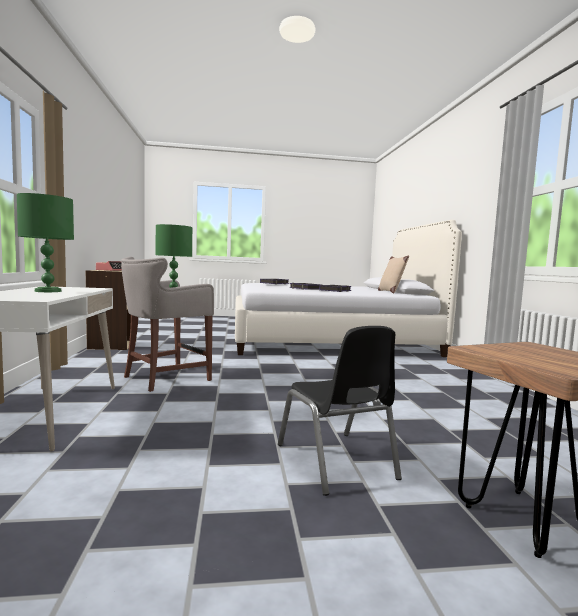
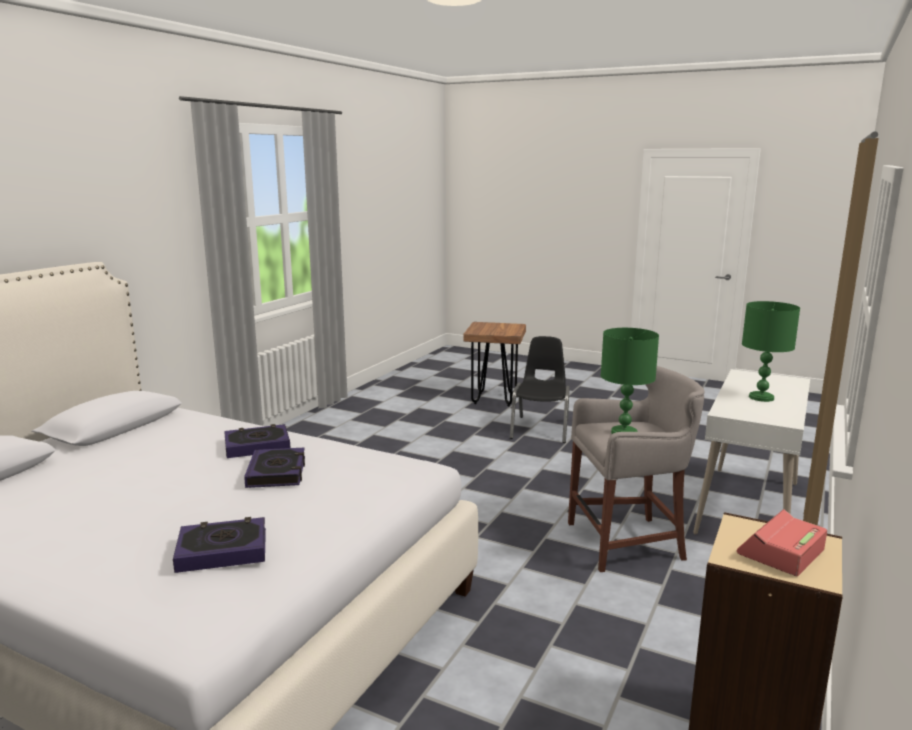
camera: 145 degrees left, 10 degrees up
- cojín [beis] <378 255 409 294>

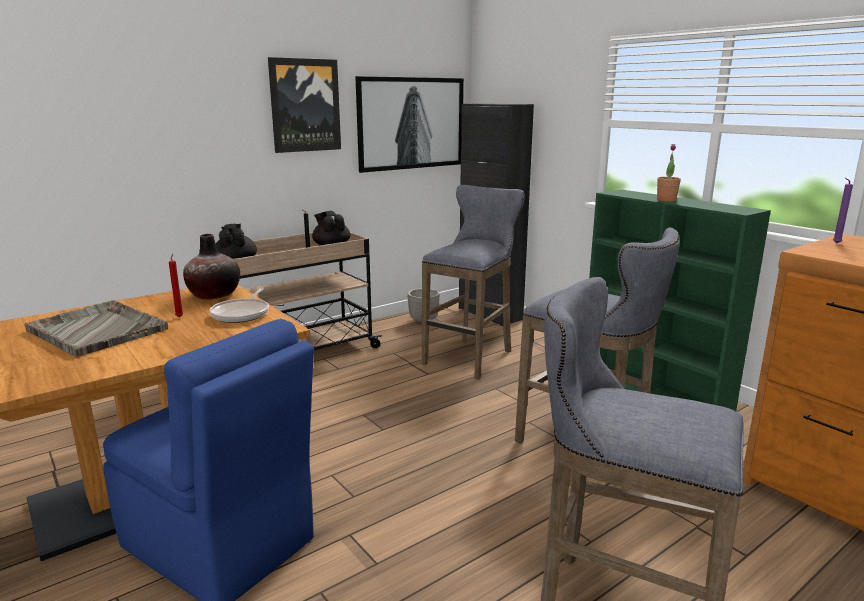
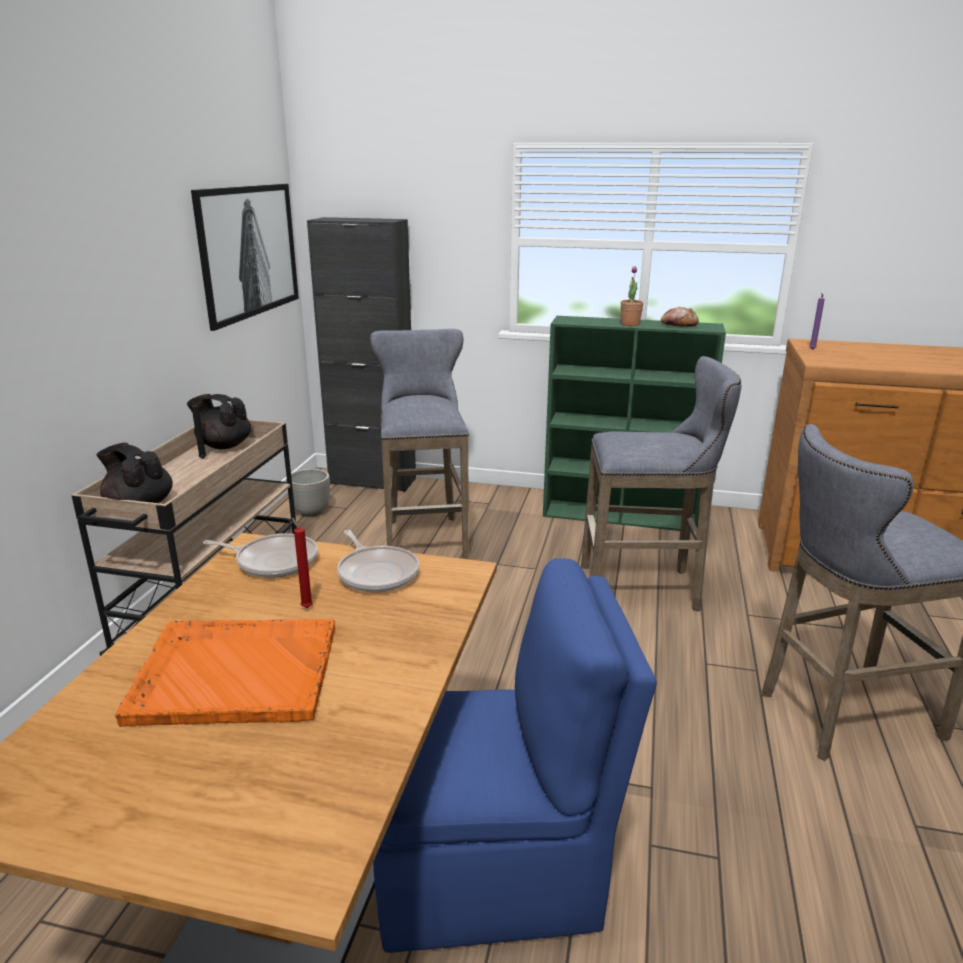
camera: 40 degrees left, 5 degrees up
~ bandeja [gris] <24 300 168 357> to bandeja [naranja] <115 619 335 727>
~ florero <183 234 240 299> to sartén <203 533 318 578>
- cuadro <268 57 341 153>
+ pan <661 307 699 326>

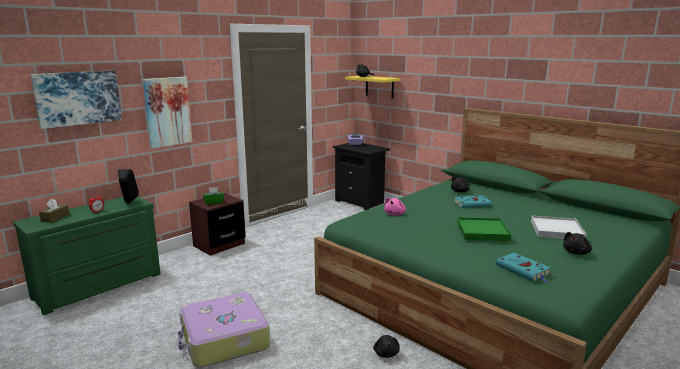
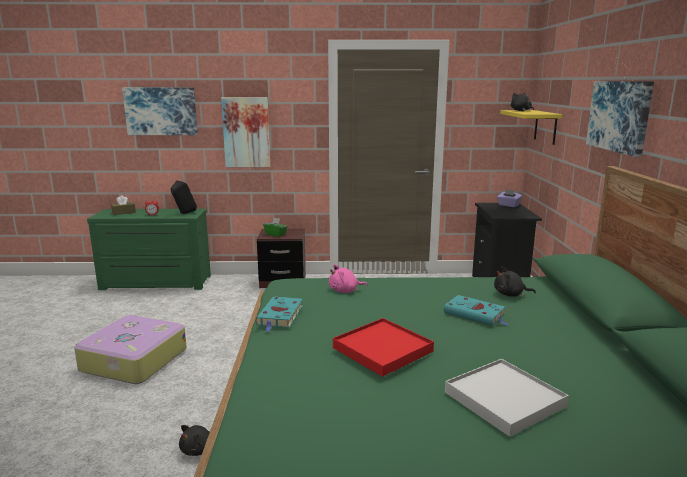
camera: 45 degrees right, 0 degrees up
~ bandeja [verde] <457 217 511 241> to bandeja [rojo] <333 318 434 377>
~ libro [turquesa] <496 253 551 283> to <255 296 303 332>
- peluche [negro] <563 232 592 255>
+ cuadro <586 81 654 157>

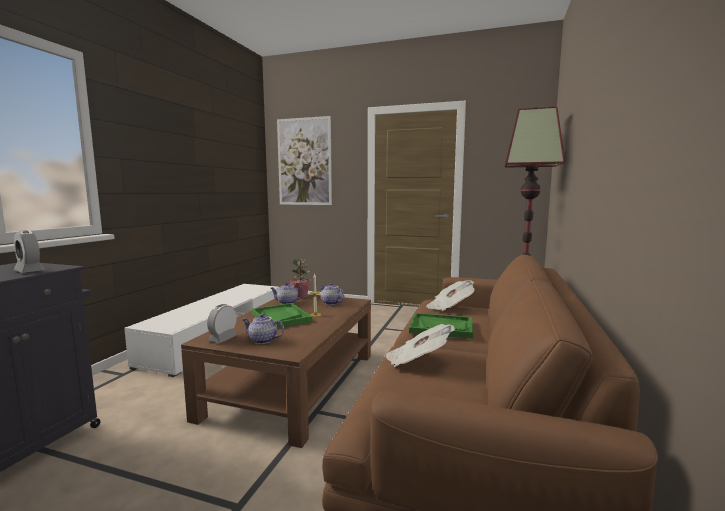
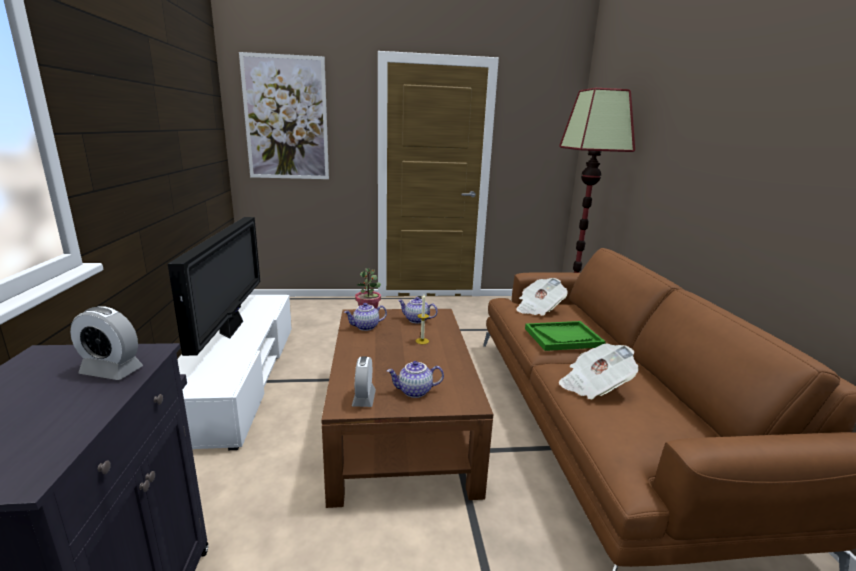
camera: 25 degrees left, 10 degrees up
- bandeja [verde] <252 303 312 328>
+ televisor <168 217 260 356>

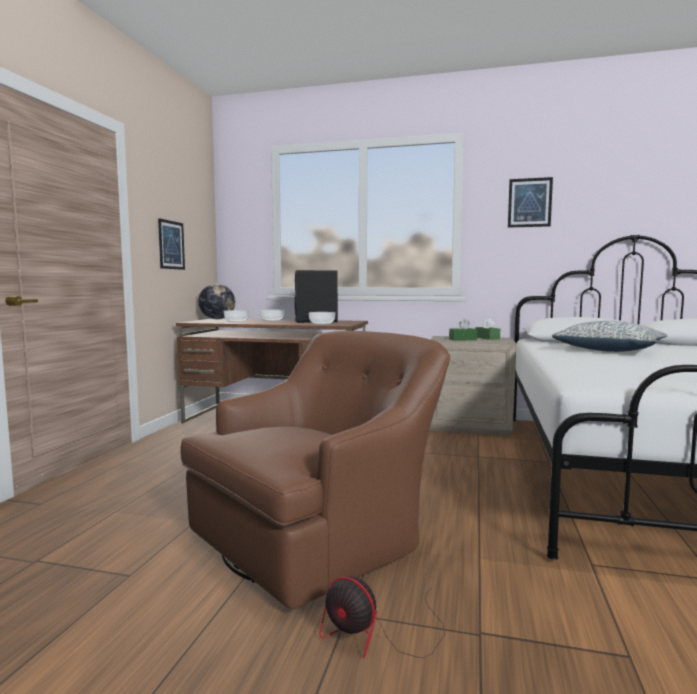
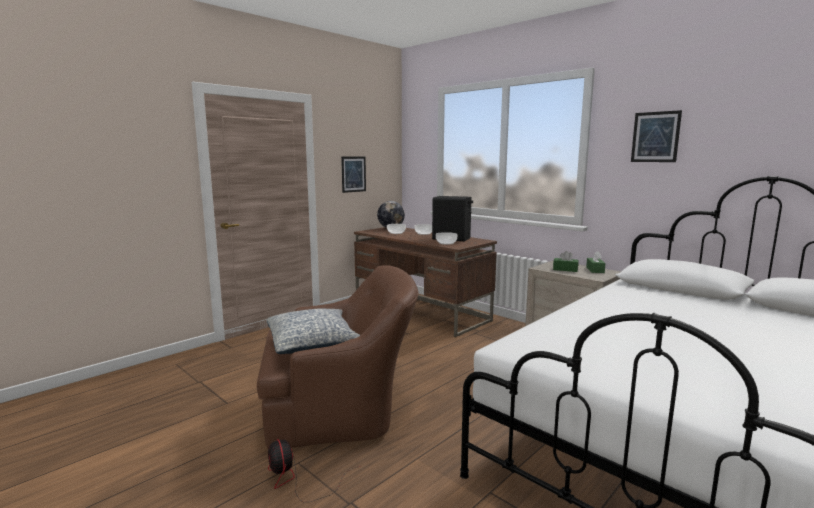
camera: 30 degrees right, 5 degrees up
~ cojín <552 321 668 352> to <267 308 360 354>

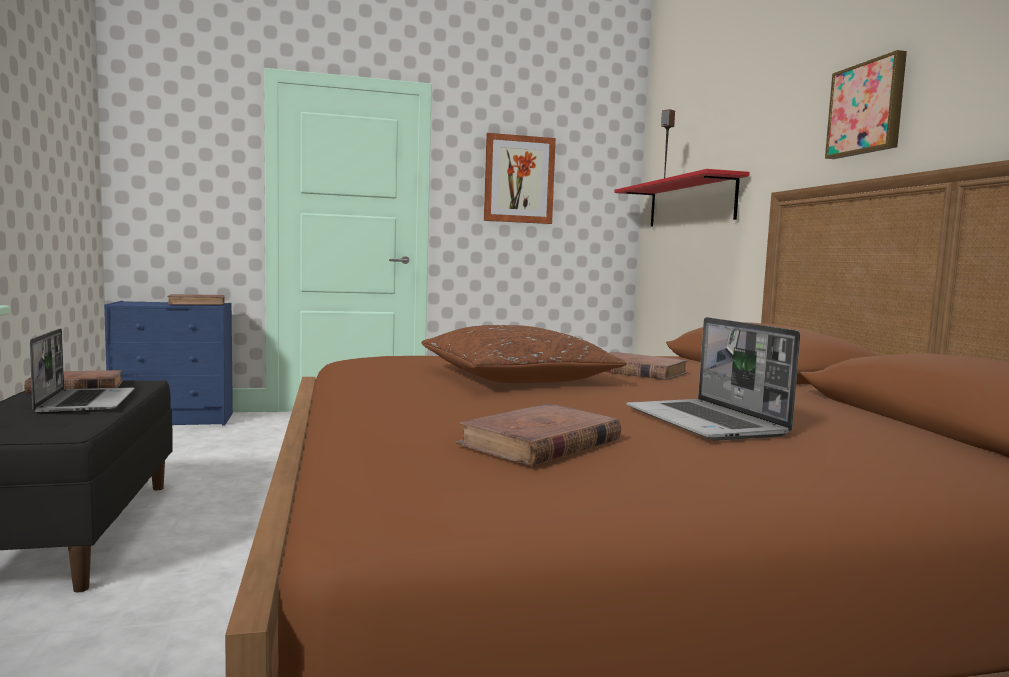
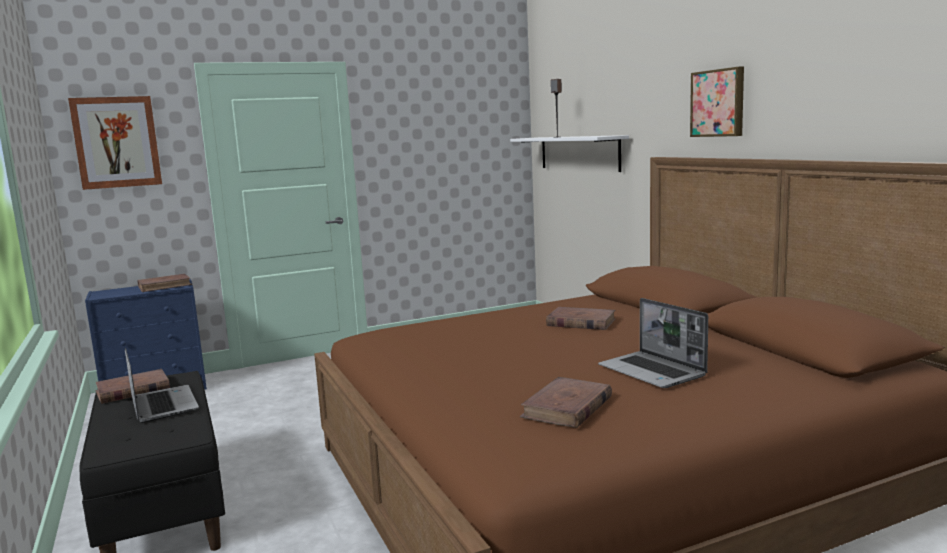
camera: 10 degrees left, 5 degrees up
- cojín [marrón] <421 325 627 383>
~ cuadro <484 133 556 224> to <68 96 162 190>
~ estante [rojo] <614 169 750 227> to estante [blanco] <510 135 629 172>

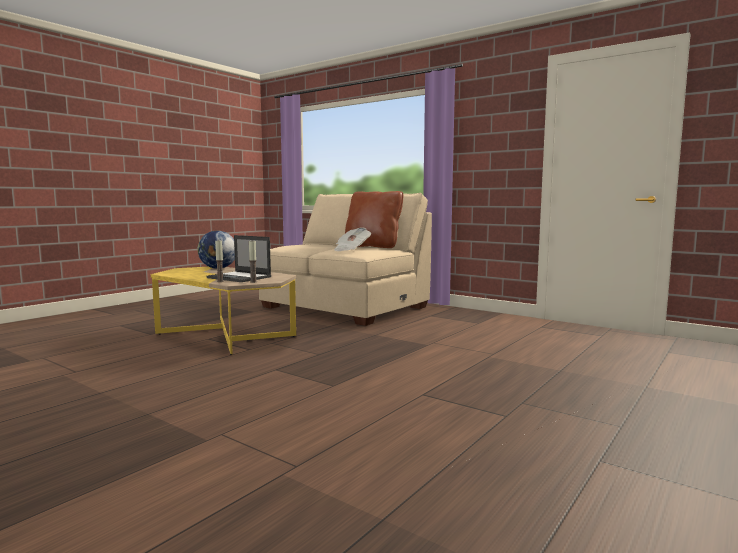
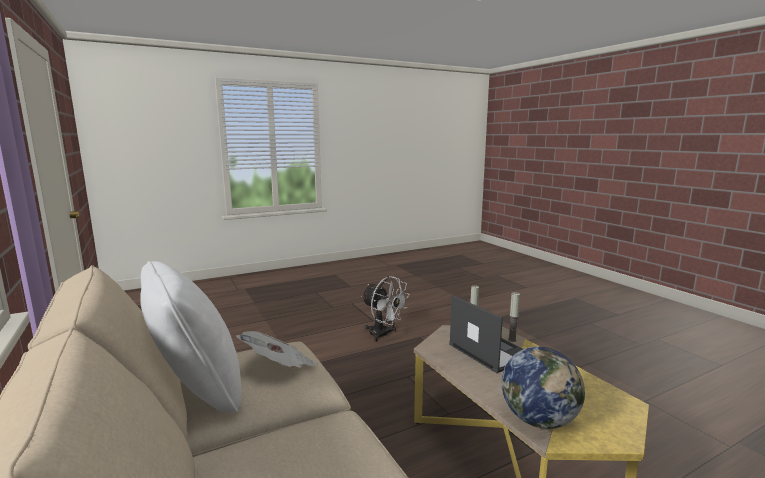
camera: 155 degrees left, 5 degrees up
~ cojín [marrón] <345 191 404 248> to cojín [blanco] <140 261 242 413>
+ ventilador [blanco] <361 276 410 342>

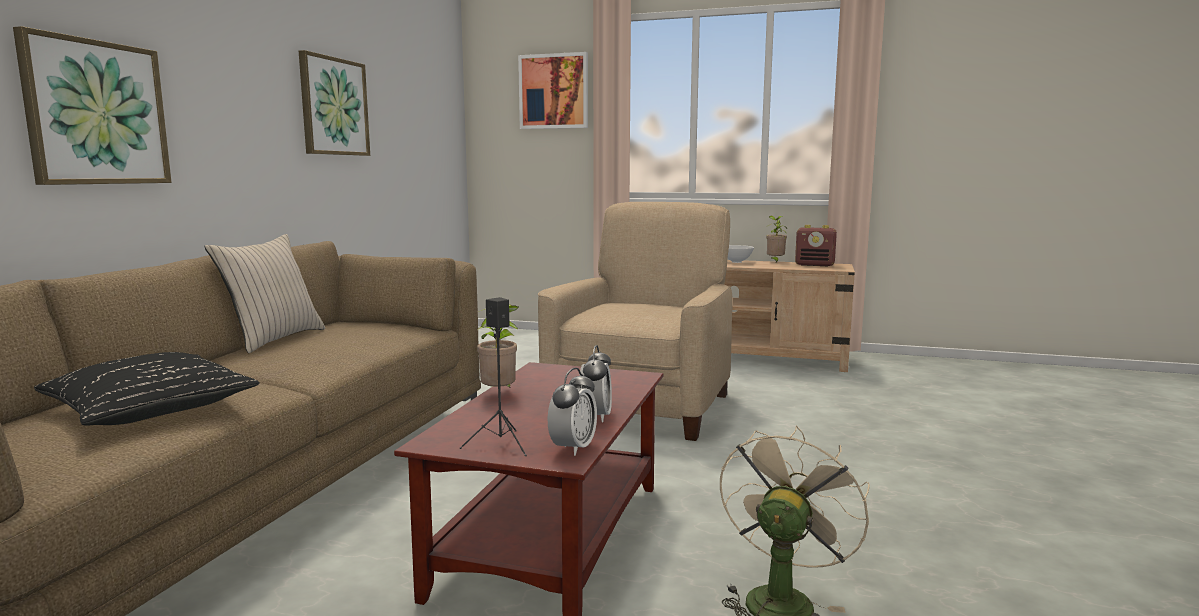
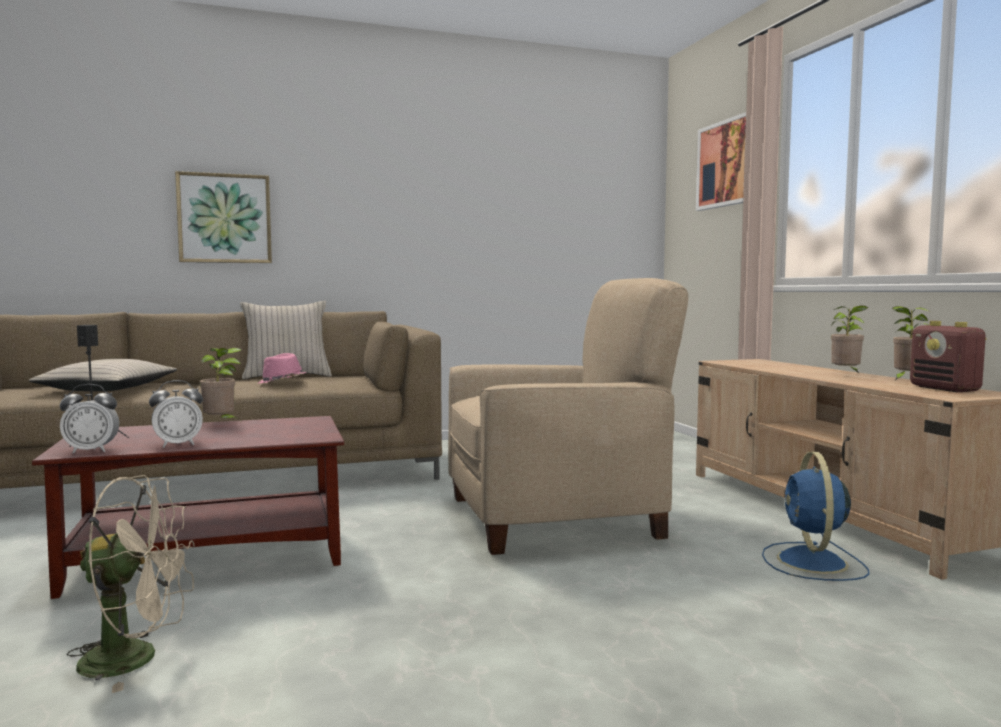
camera: 55 degrees right, 5 degrees down
~ cojín [negro] <34 352 260 426> to cojín [beis] <29 359 177 391>
- cuadro <299 50 370 156>
~ cuenco [blanco] <727 245 754 263> to planta en maceta <831 306 868 373>
+ sombrero [rosa] <258 353 307 383>
+ ventilador [azul] <762 452 869 581>

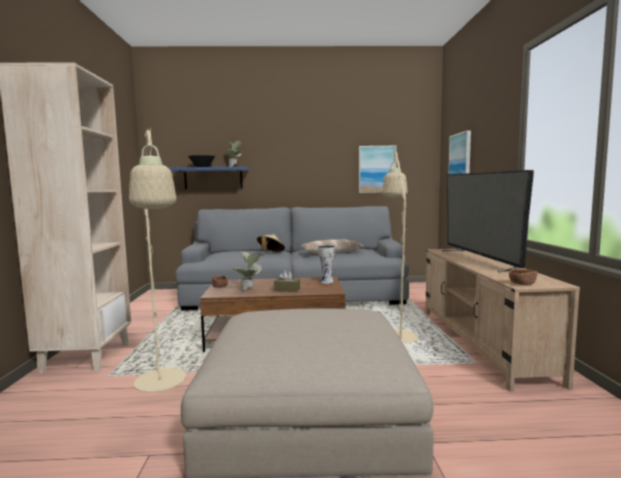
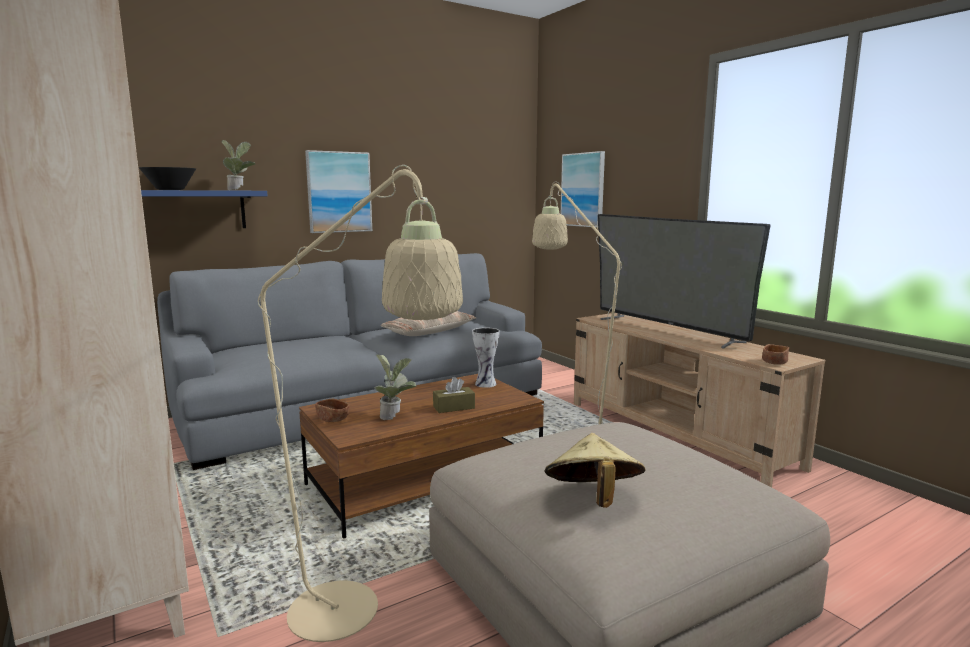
camera: 30 degrees left, 5 degrees up
~ sombrero [beis] <257 234 285 252> to <545 433 646 508>
~ cuadro <359 146 397 193> to <305 150 372 233>

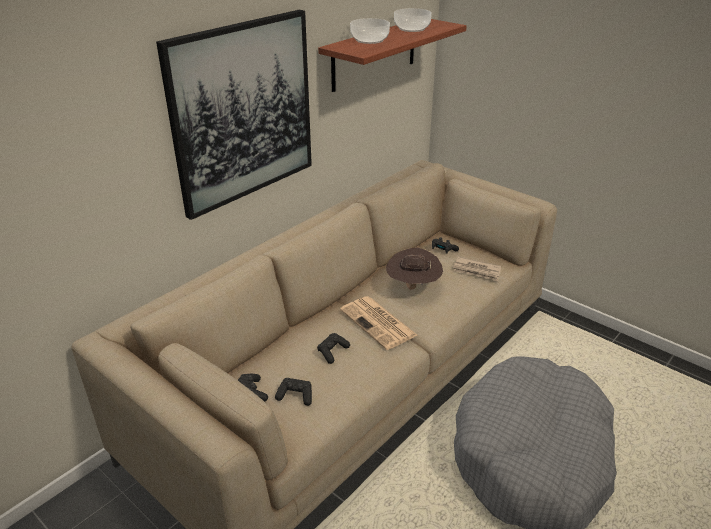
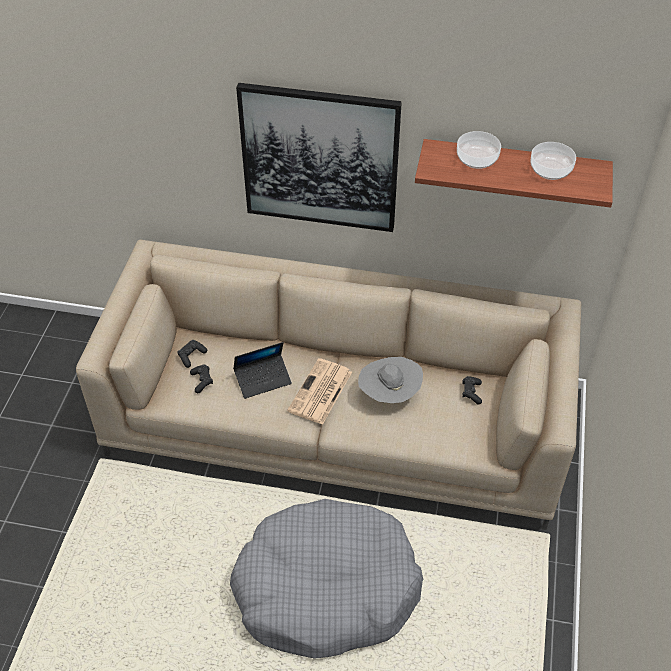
camera: 60 degrees right, 15 degrees up
~ mando de consola [negro] <317 333 350 364> to portátil <233 342 292 399>
~ sombrero [marrón] <386 248 443 290> to sombrero [gris] <358 357 423 403>
- periódico <453 257 501 281>

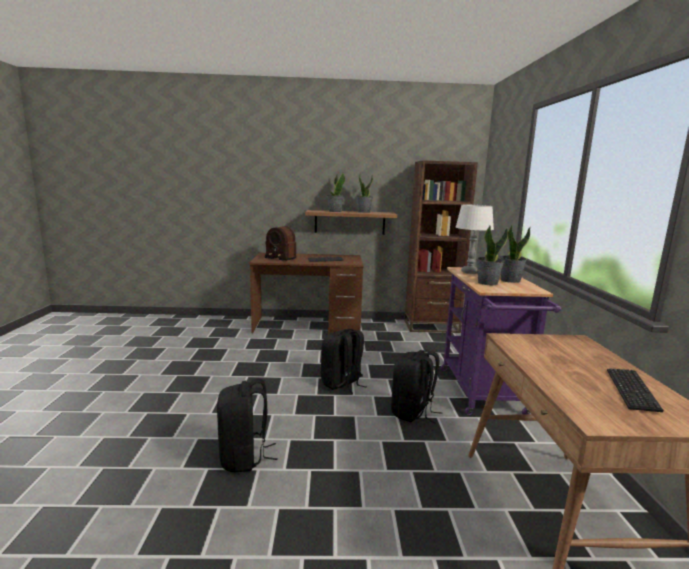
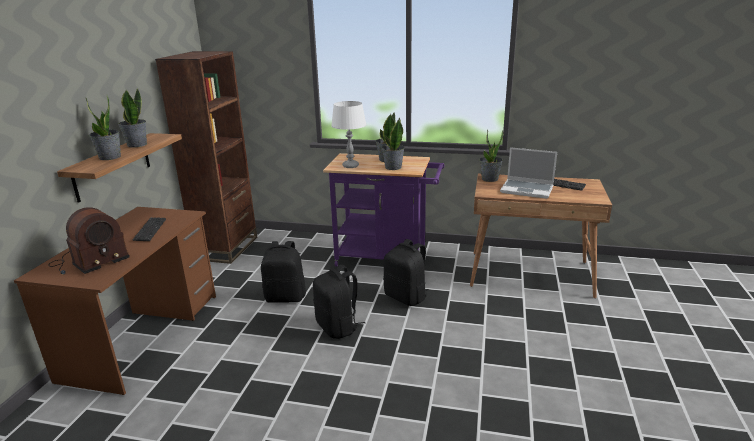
camera: 75 degrees left, 10 degrees up
~ mochila [negro] <217 378 278 473> to <261 241 306 302>
+ planta en maceta <480 129 504 182>
+ portátil <500 147 557 199>

